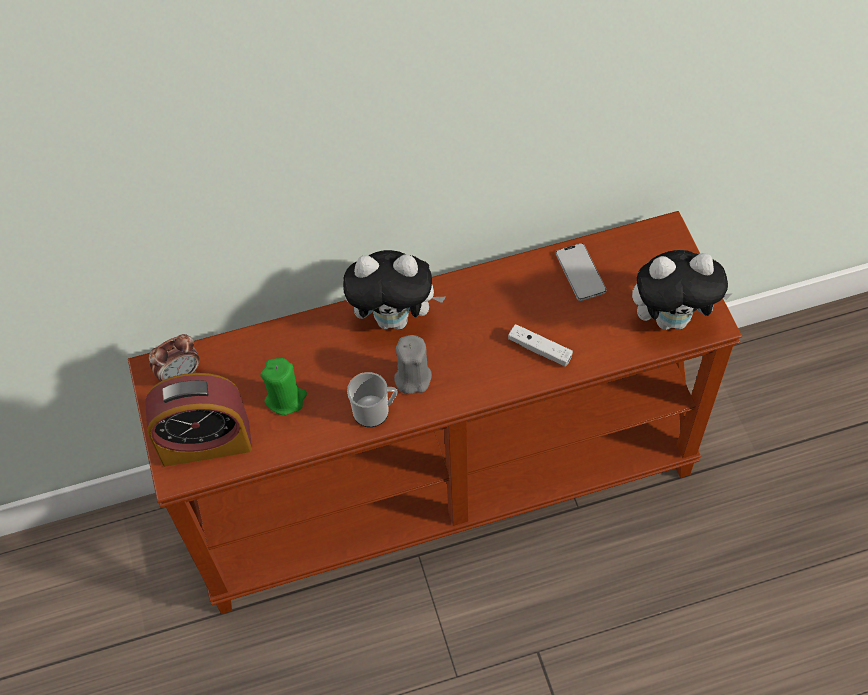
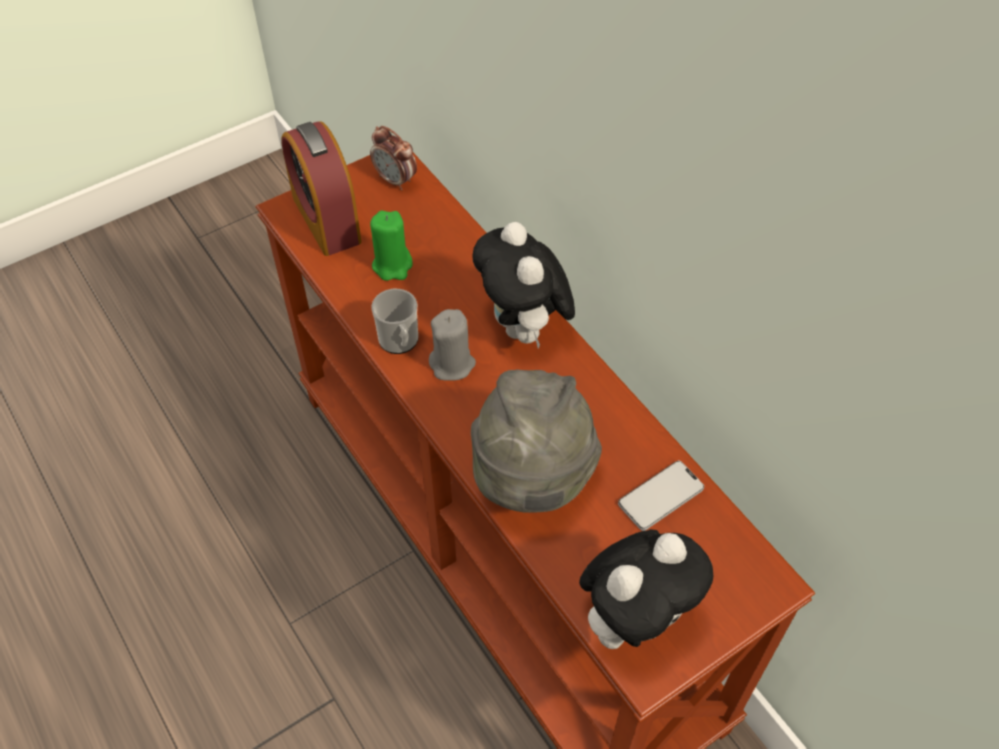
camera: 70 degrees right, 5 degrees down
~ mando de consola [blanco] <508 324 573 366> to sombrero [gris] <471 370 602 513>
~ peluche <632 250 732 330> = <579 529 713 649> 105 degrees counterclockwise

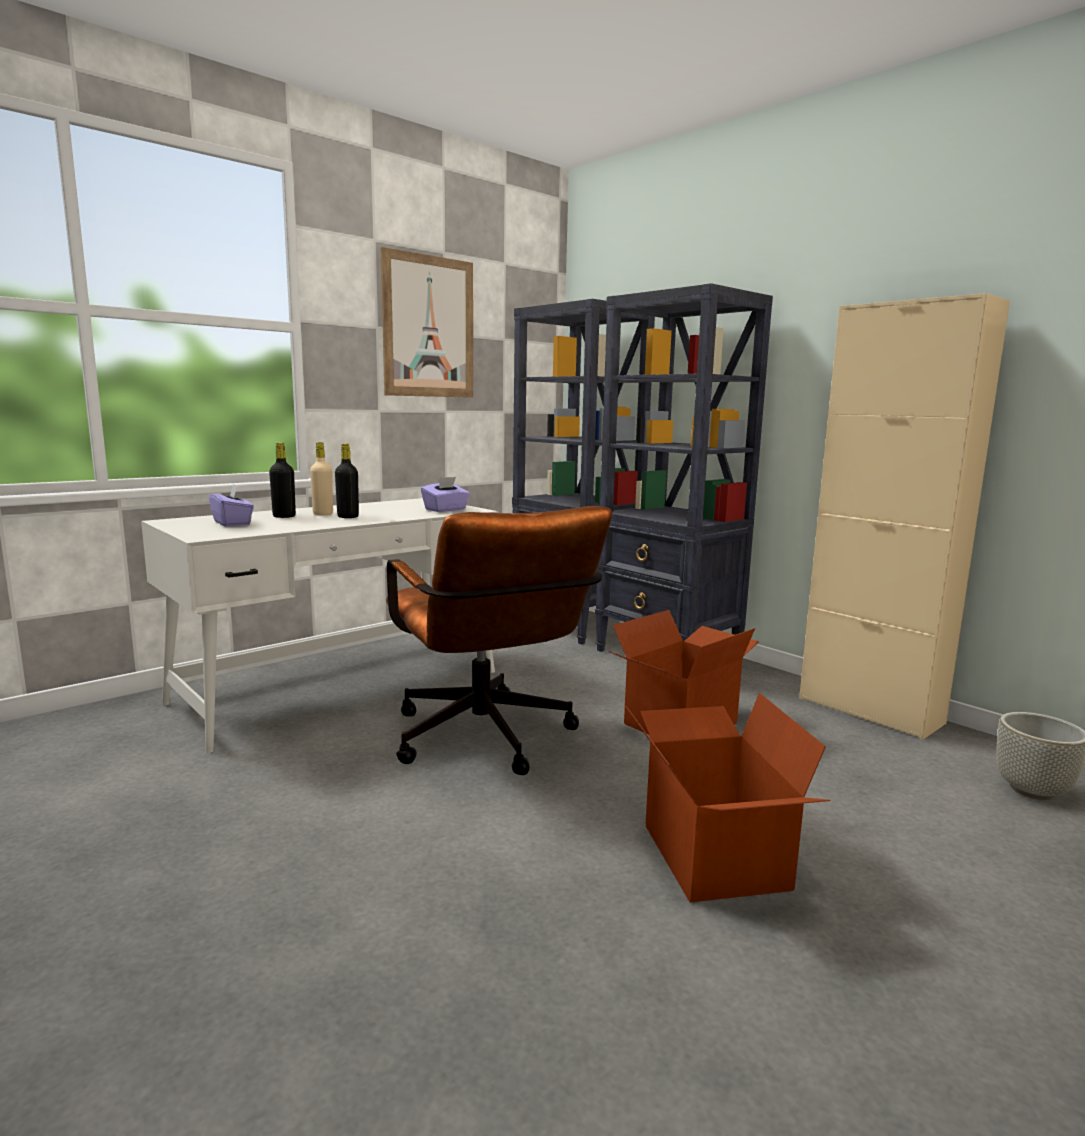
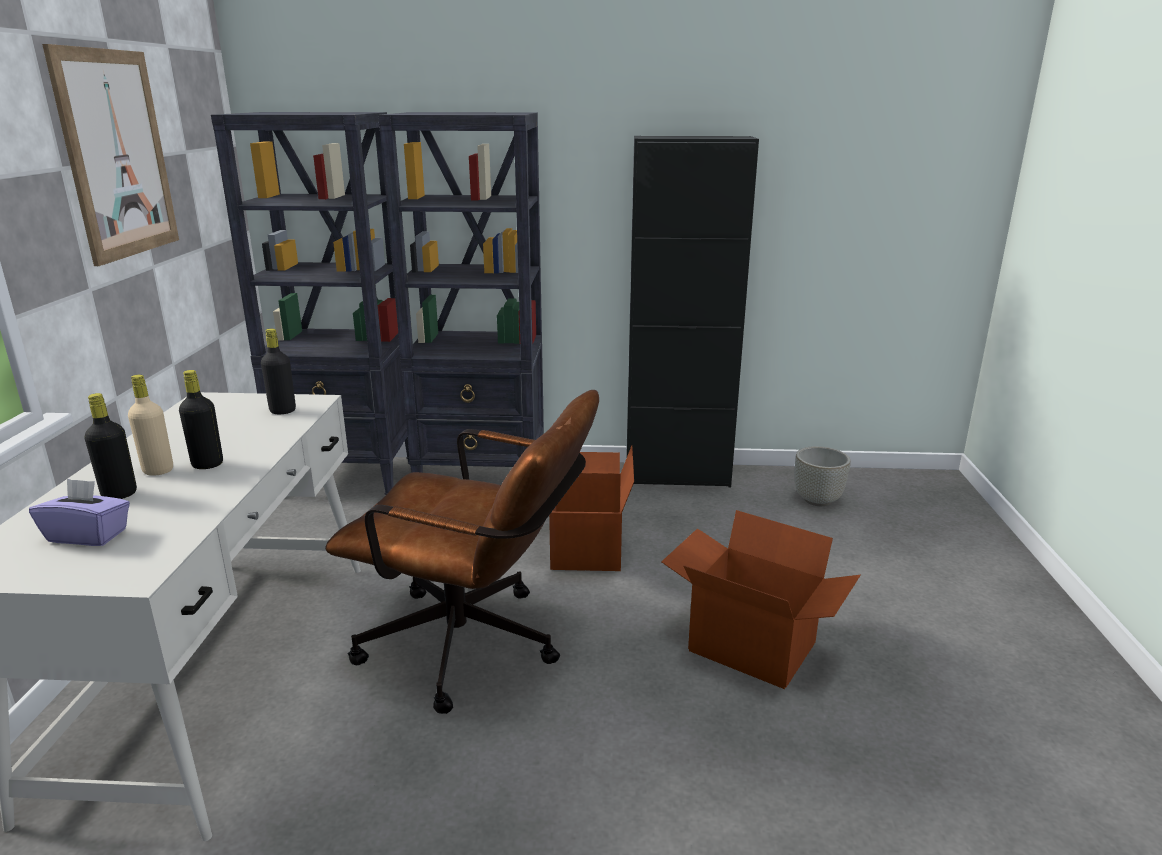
camera: 45 degrees left, 10 degrees up
~ caja de pañuelos [morado] <421 477 470 512> to botella [negro] <261 329 296 414>
~ armario [beis] <799 293 1010 740> to armario [negro] <626 136 759 488>

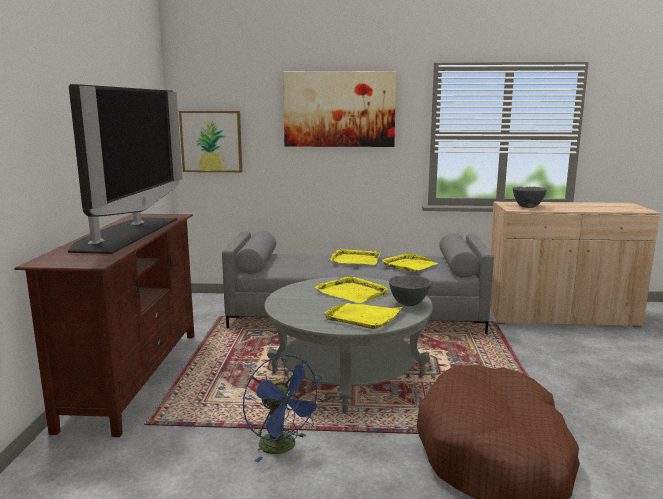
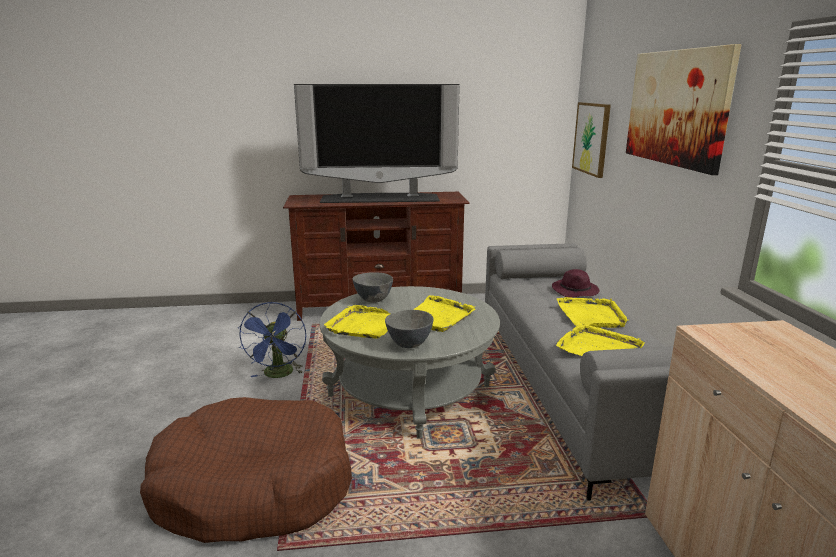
camera: 80 degrees right, 5 degrees up
~ ventilador [azul] <243 355 324 462> = <238 302 306 378> 45 degrees counterclockwise
~ cuenco [gris] <513 187 547 208> to <353 272 393 303>
+ sombrero [morado] <552 269 599 298>

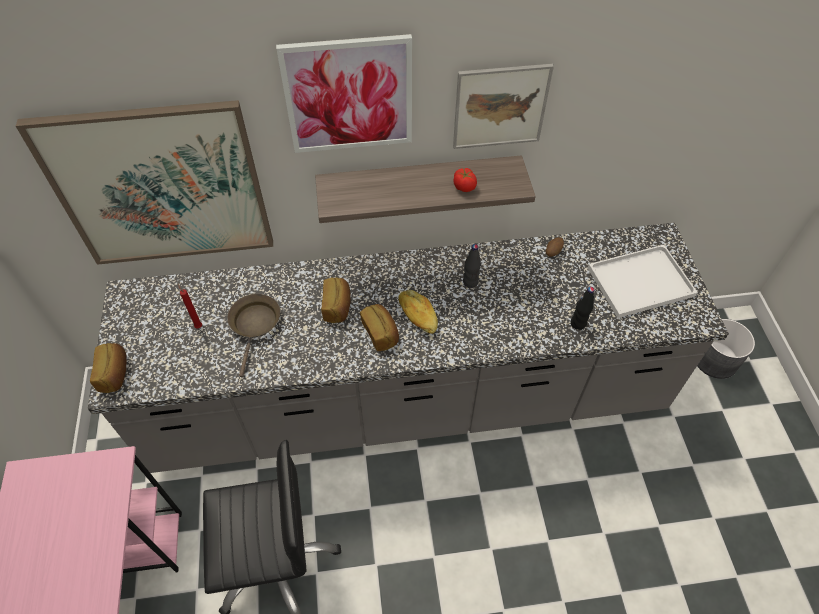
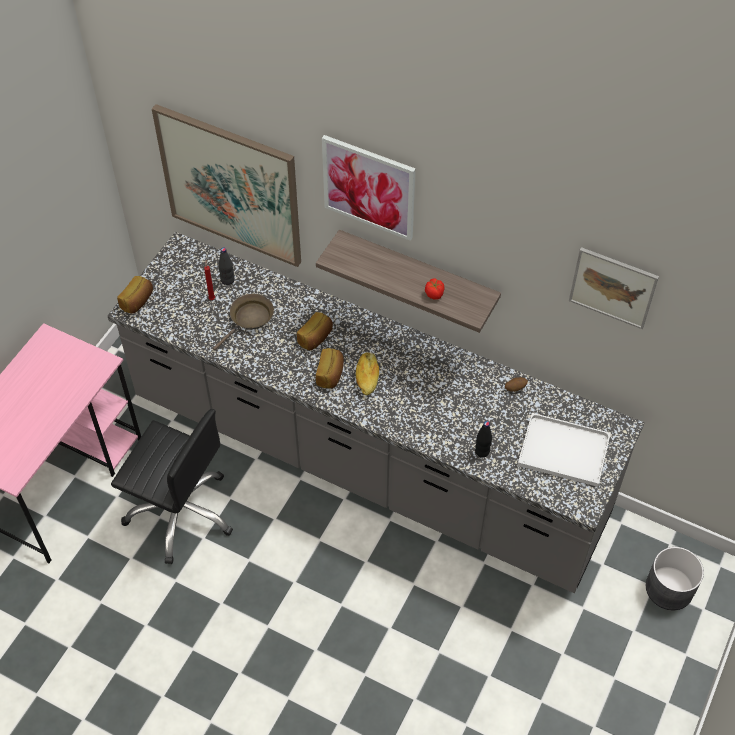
camera: 35 degrees right, 0 degrees up
~ cuadro <453 64 554 149> to <569 247 659 329>
~ botella [negro] <463 244 481 288> to <219 247 234 285>

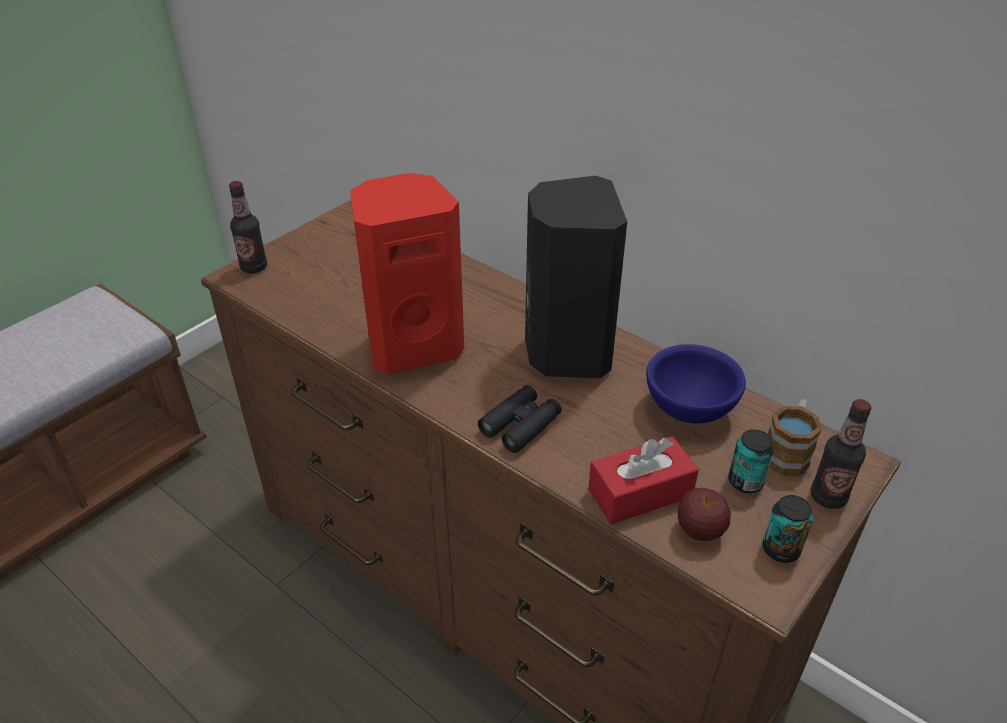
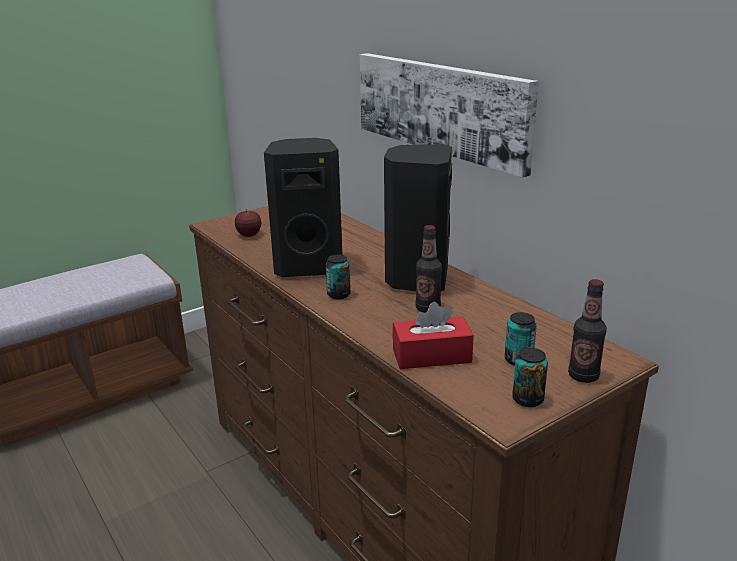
camera: 15 degrees right, 15 degrees down
~ botella <229 181 267 273> to <416 225 442 313>
~ altavoz [rojo] <350 173 464 375> to altavoz [negro] <264 138 342 277>
- prismáticos [negro] <478 385 562 453>
- cuenco [azul] <646 344 746 424>
~ manzana <678 488 731 541> to <235 209 261 237>
- taza grande <767 399 822 476>
+ lata <326 254 351 299>
+ cuadro <360 53 539 178>

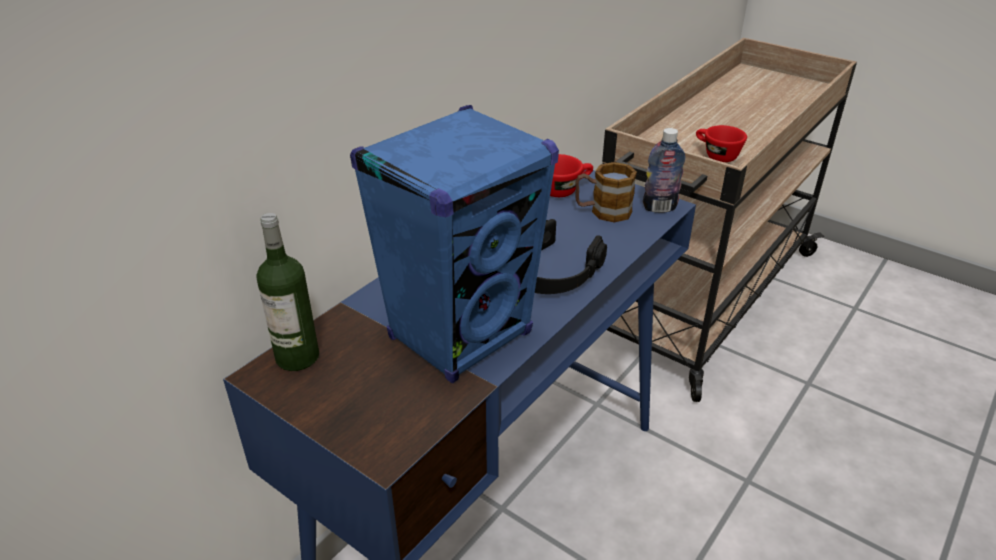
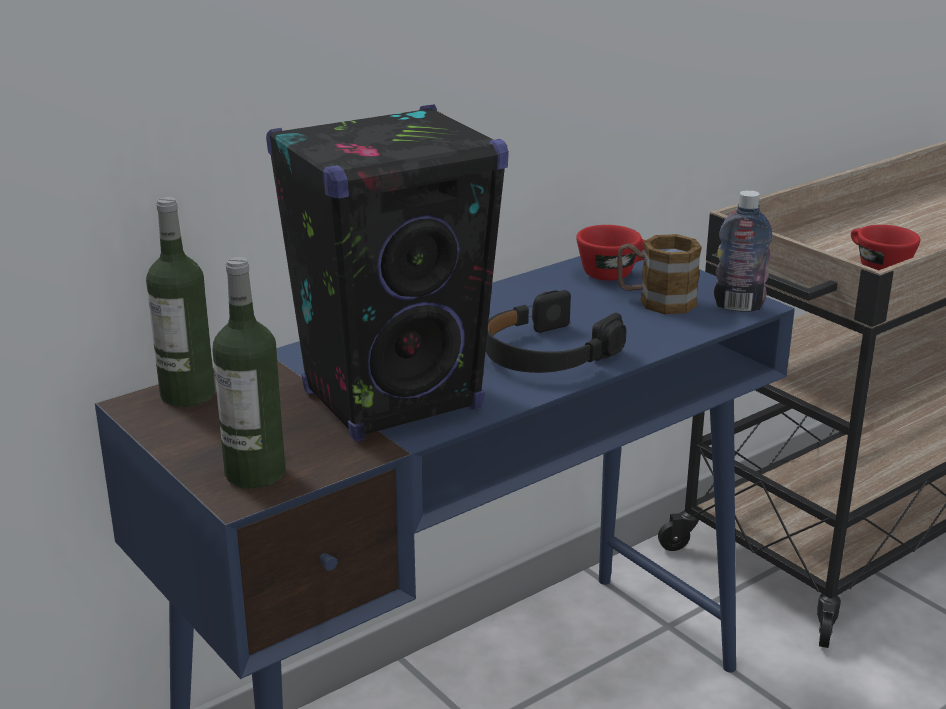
camera: 15 degrees right, 10 degrees down
~ altavoz [azul] <350 105 559 383> to altavoz [negro] <266 105 509 441>
+ botella <213 257 285 489>

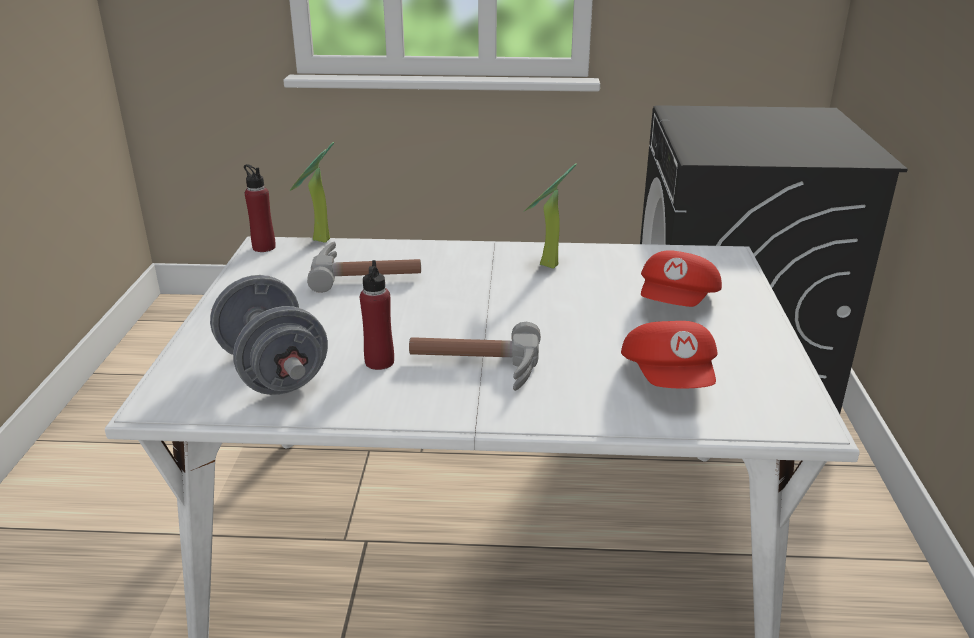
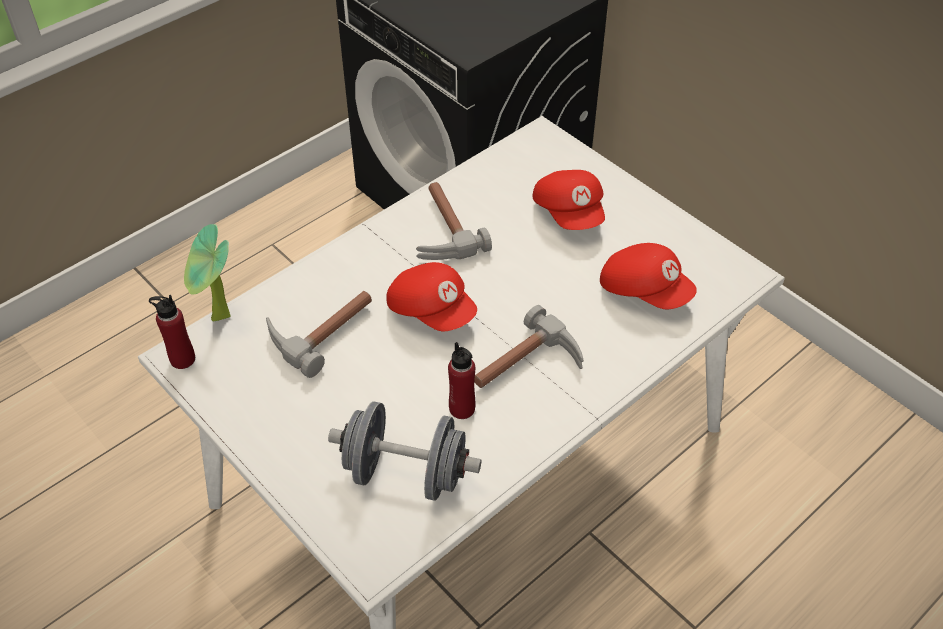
camera: 45 degrees left, 20 degrees up
~ planta en maceta <524 163 577 269> to martillo <416 182 492 260>
+ gorra [rojo] <386 262 477 331>

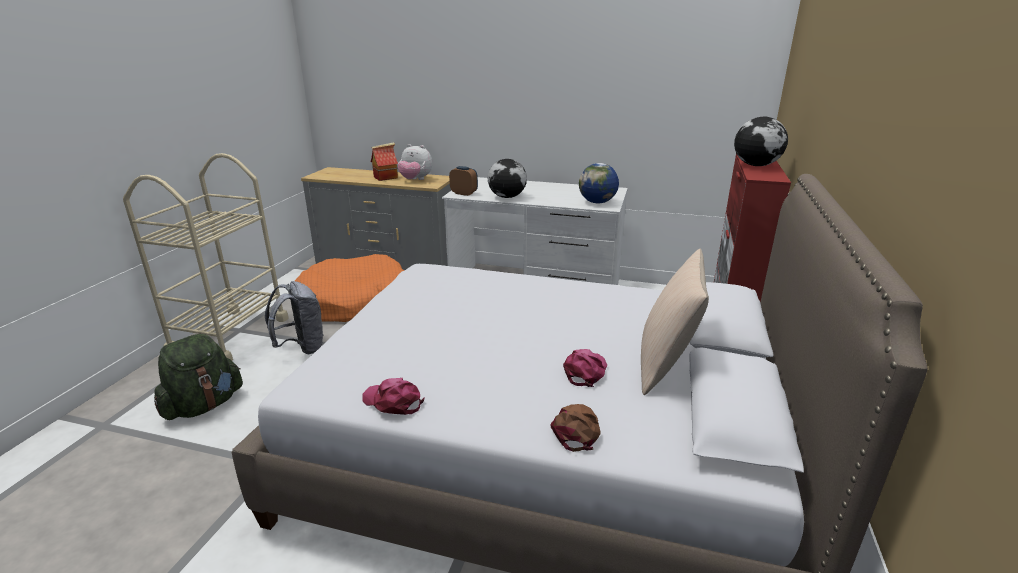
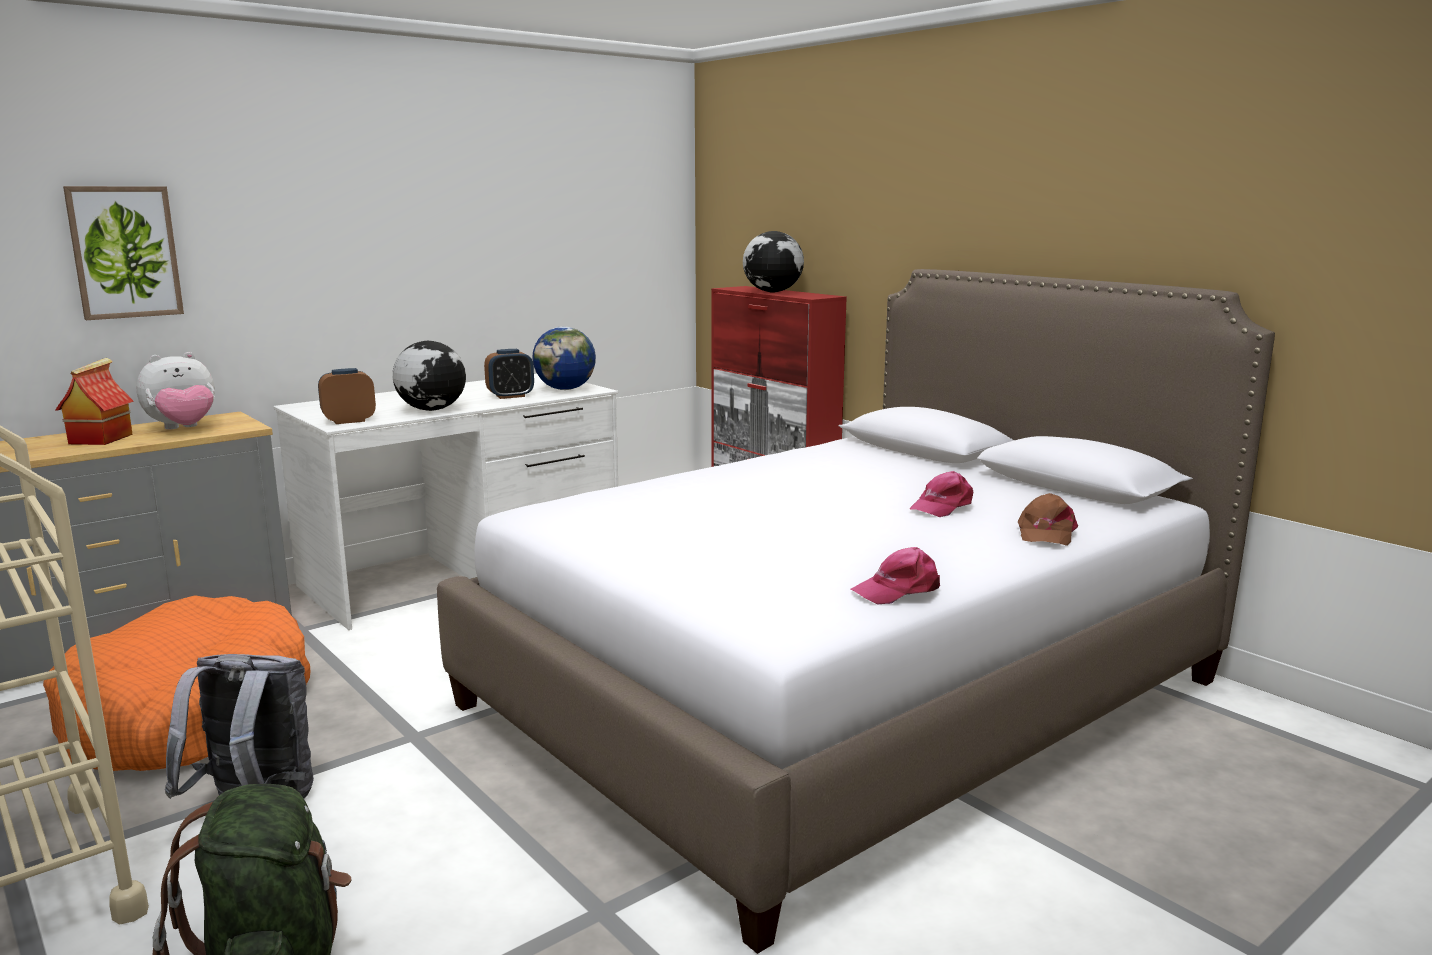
camera: 55 degrees left, 10 degrees down
~ gorra [marrón] <550 404 601 452> = <1018 493 1078 546> 120 degrees counterclockwise
~ gorra [rosa] <563 349 607 387> = <910 471 973 517> 105 degrees counterclockwise
- cojín [beis] <641 249 709 395>
+ cuadro <63 186 184 320>
+ despertador <484 349 534 399>

